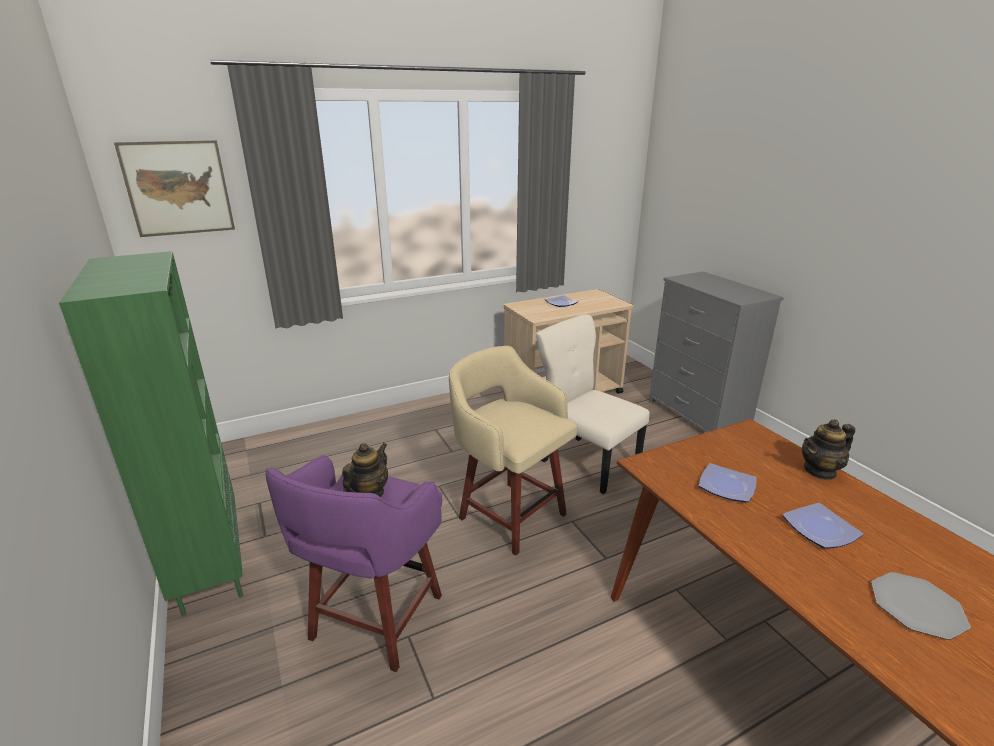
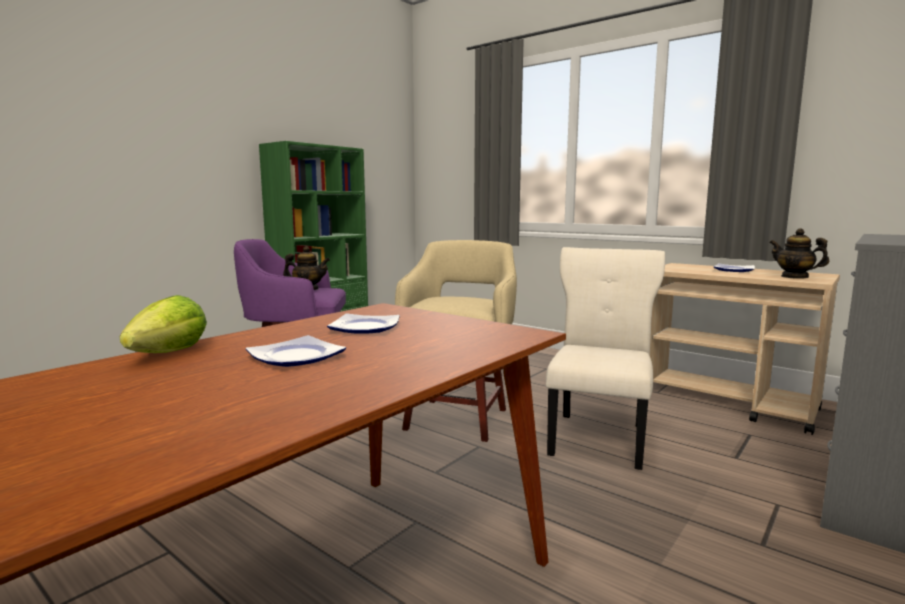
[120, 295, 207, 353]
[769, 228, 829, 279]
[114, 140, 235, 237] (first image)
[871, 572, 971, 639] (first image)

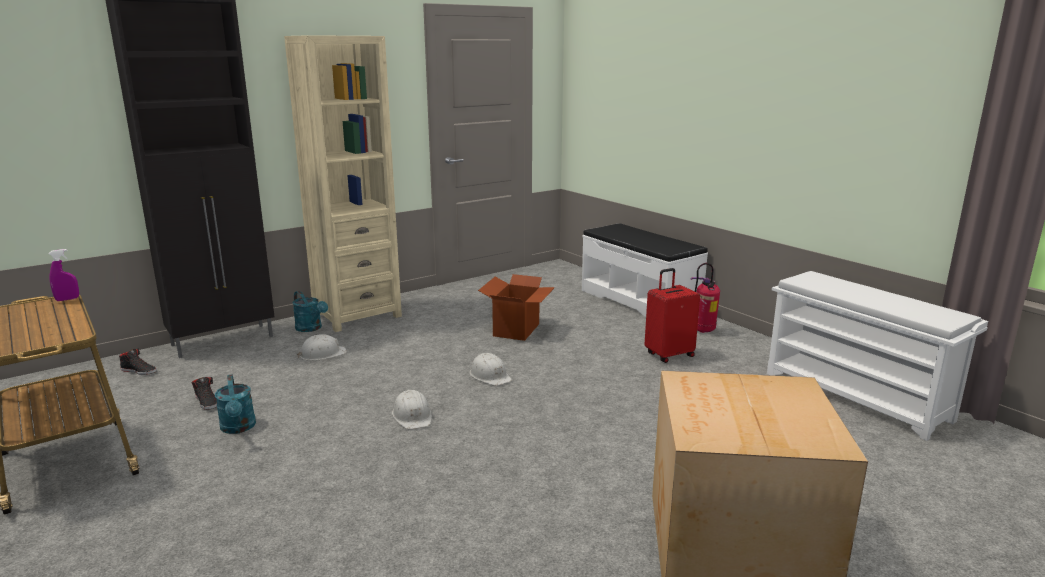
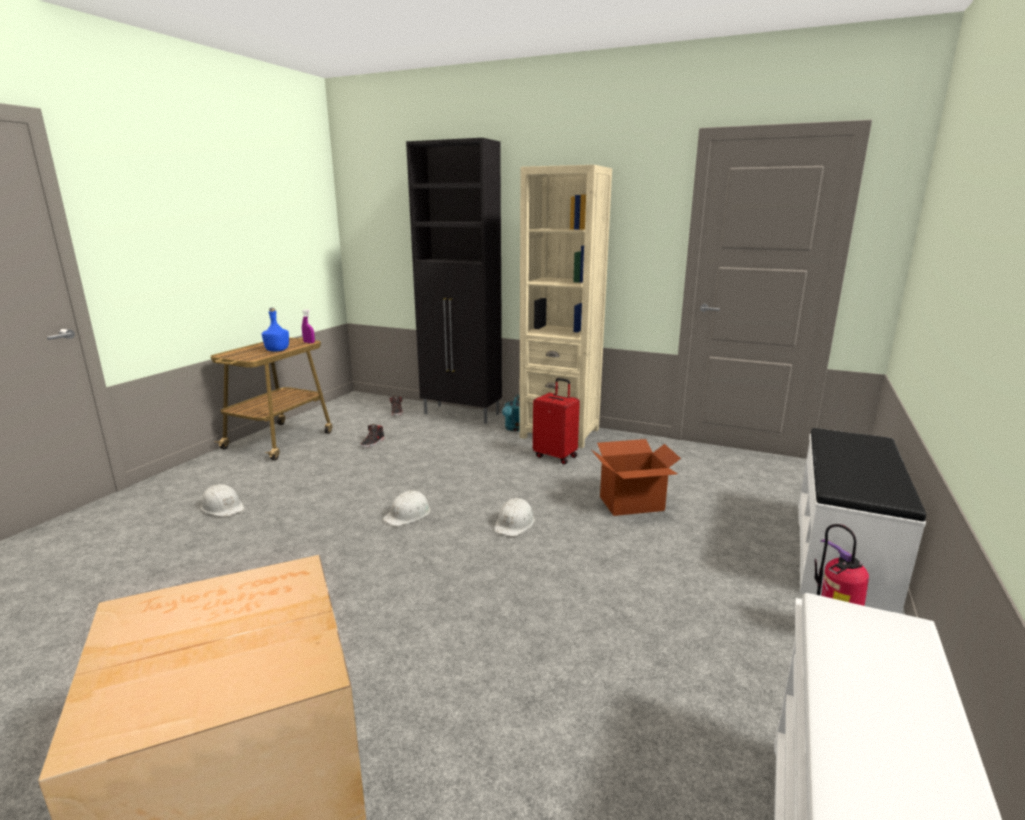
[200, 484, 245, 517]
[262, 308, 289, 351]
[533, 378, 580, 464]
[215, 374, 256, 434] (first image)

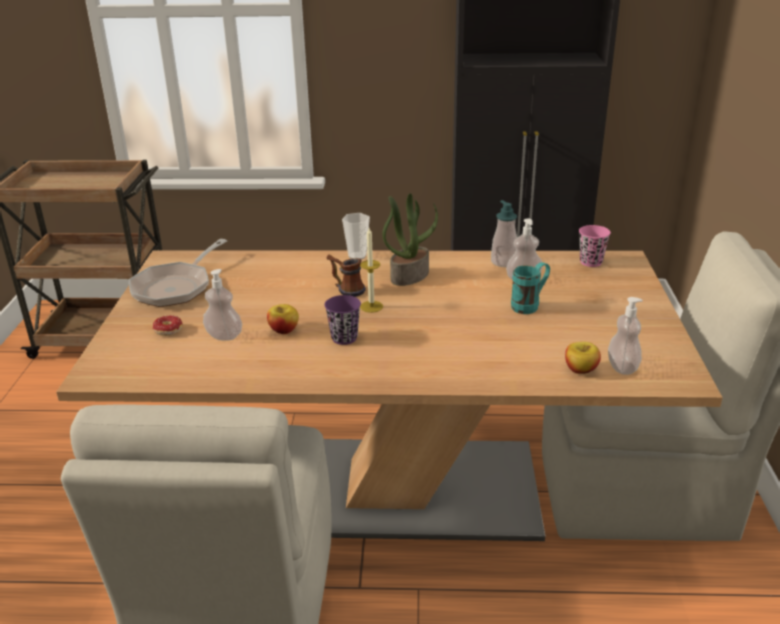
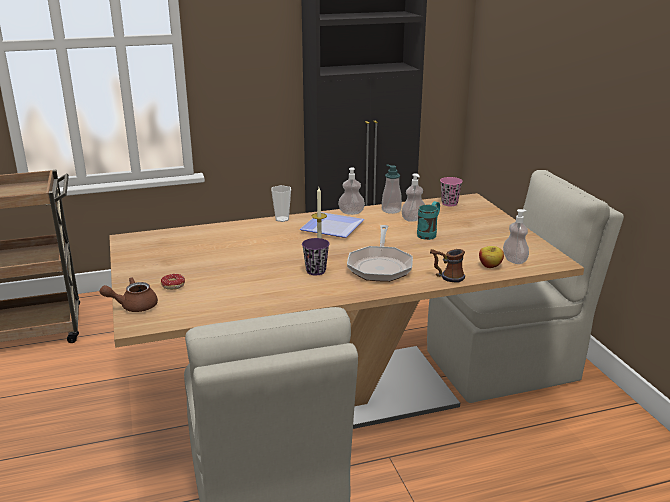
[100, 277, 158, 312]
[300, 212, 364, 238]
[338, 167, 365, 215]
[347, 225, 413, 282]
[430, 249, 465, 283]
[267, 304, 299, 334] (first image)

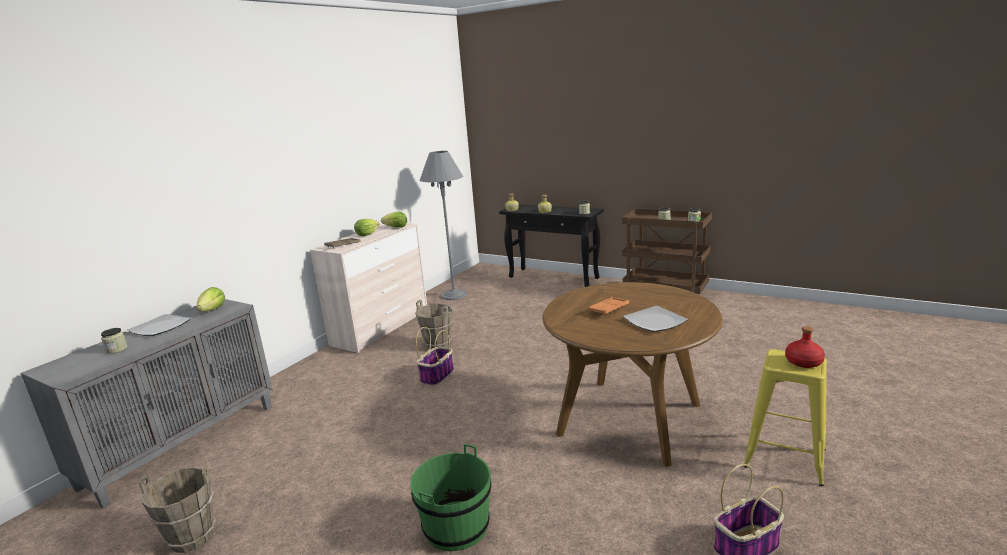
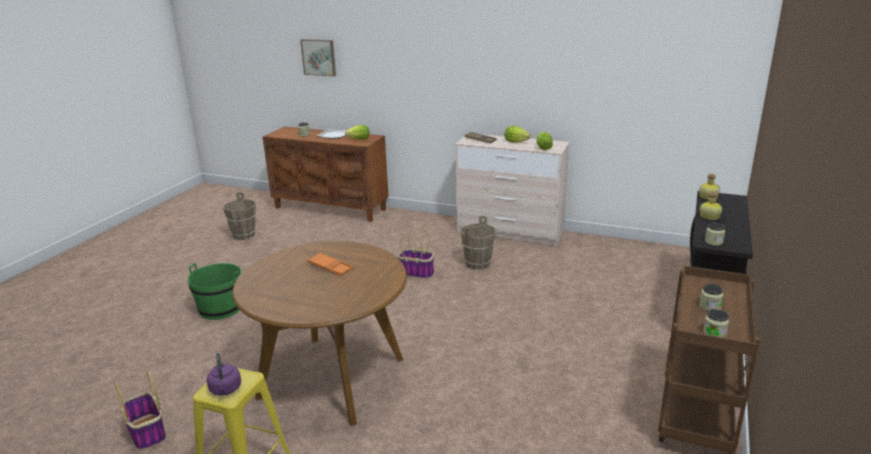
[206, 353, 241, 396]
[263, 127, 388, 222]
[300, 39, 336, 76]
[420, 151, 467, 300] (first image)
[623, 306, 688, 332] (first image)

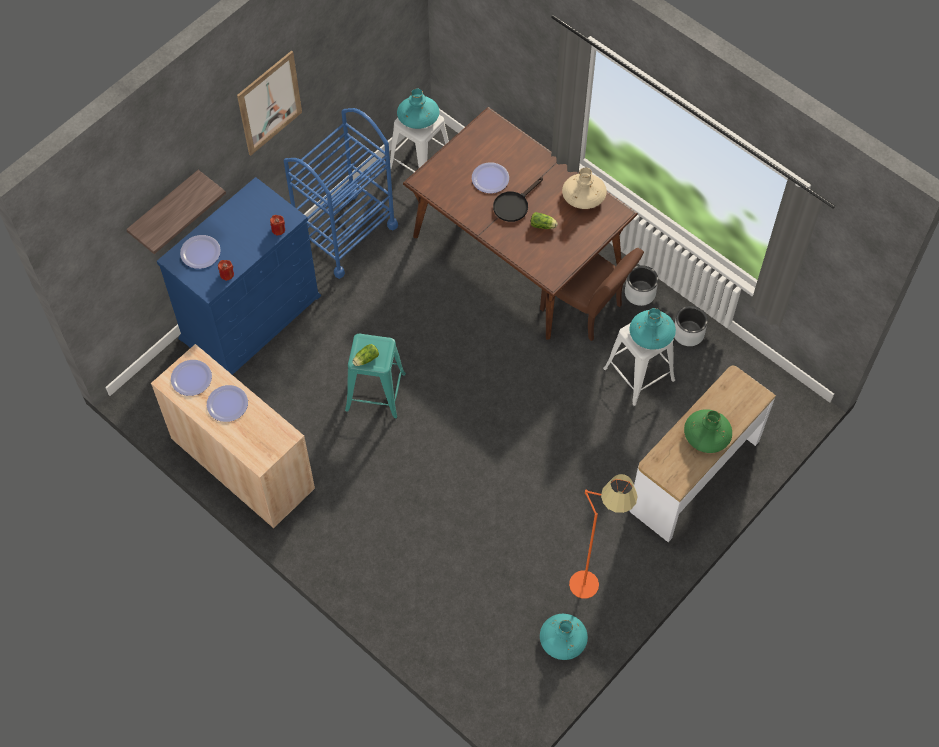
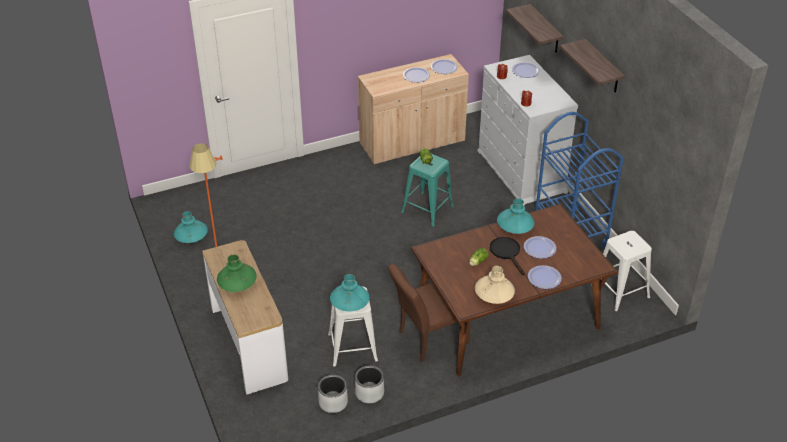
[318, 375, 348, 413]
[477, 55, 578, 206]
[497, 198, 534, 234]
[528, 265, 562, 289]
[560, 39, 625, 93]

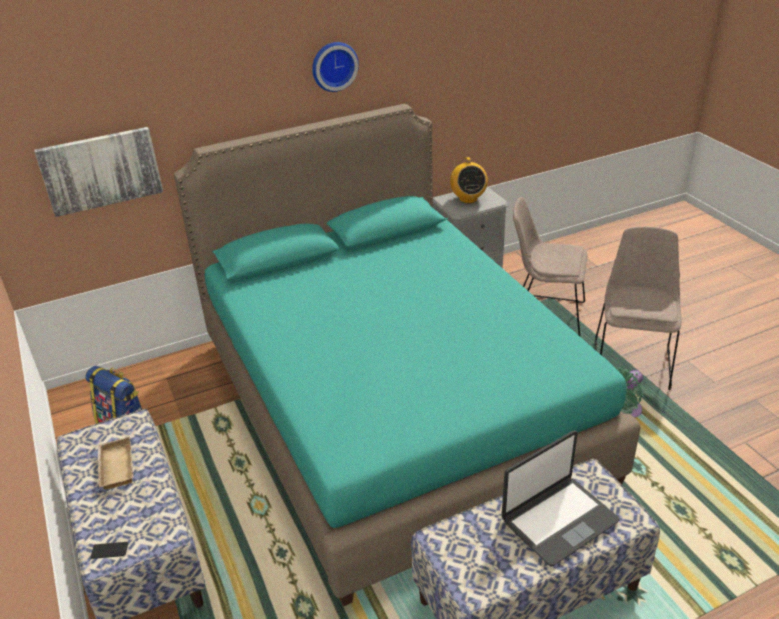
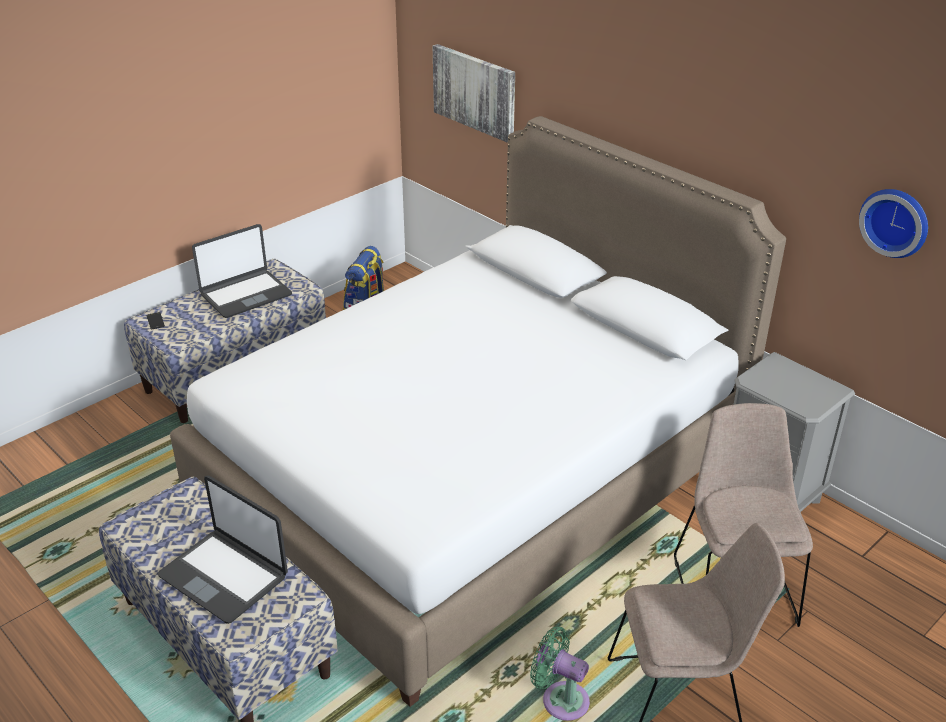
[170, 116, 786, 707]
[192, 224, 292, 318]
[859, 189, 928, 258]
[450, 157, 488, 203] (first image)

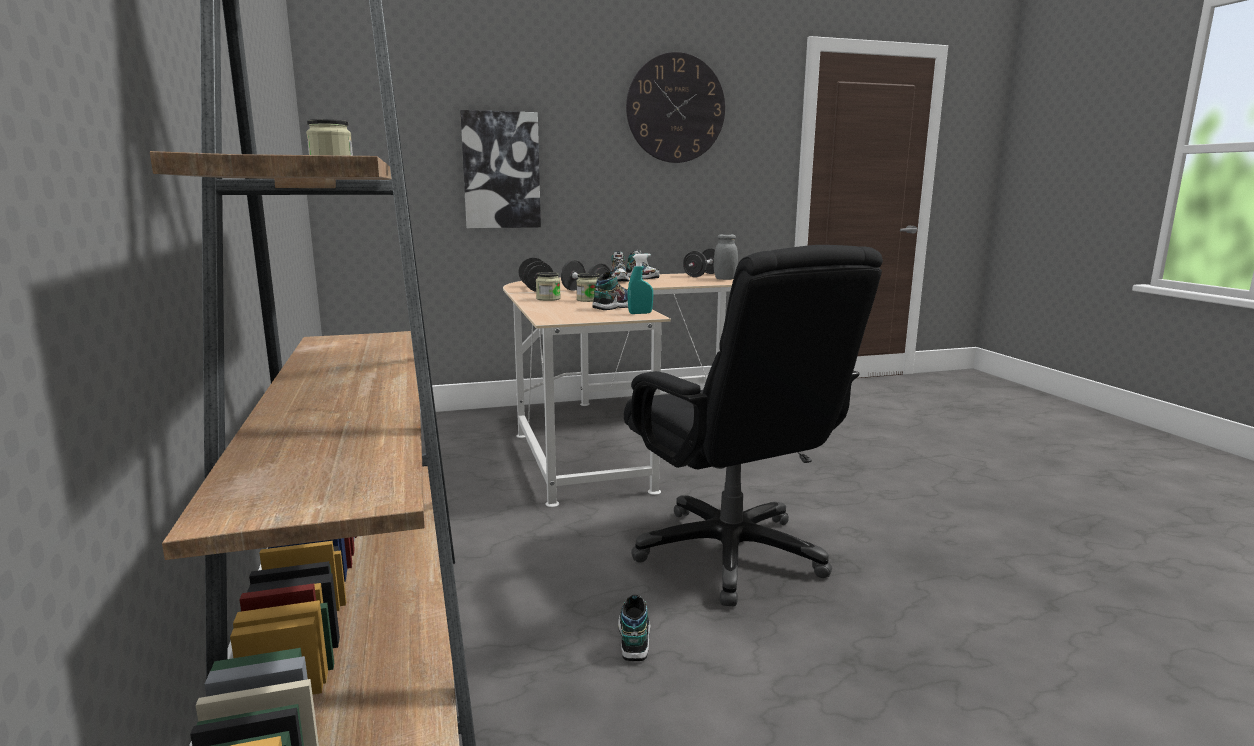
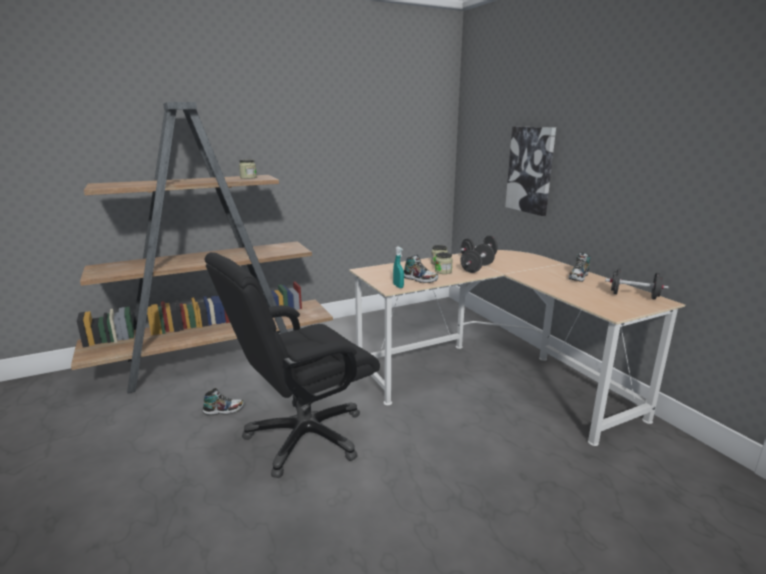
[611, 251, 629, 281] (first image)
[626, 52, 725, 163] (first image)
[714, 234, 738, 280] (first image)

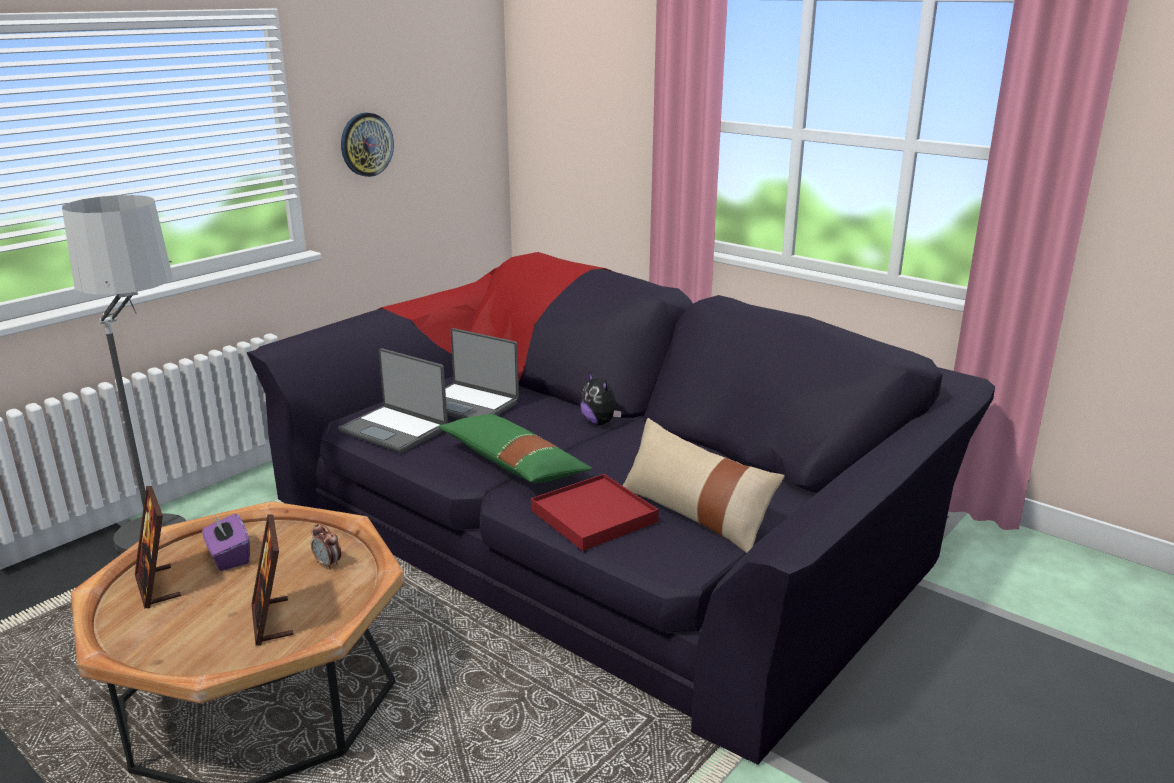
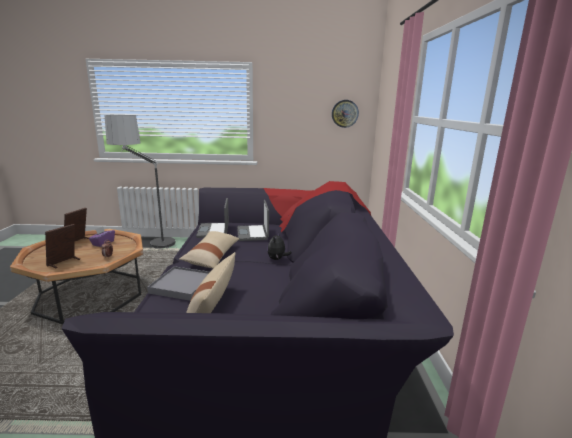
[147, 266, 210, 301]
[179, 231, 240, 268]
[332, 100, 359, 128]

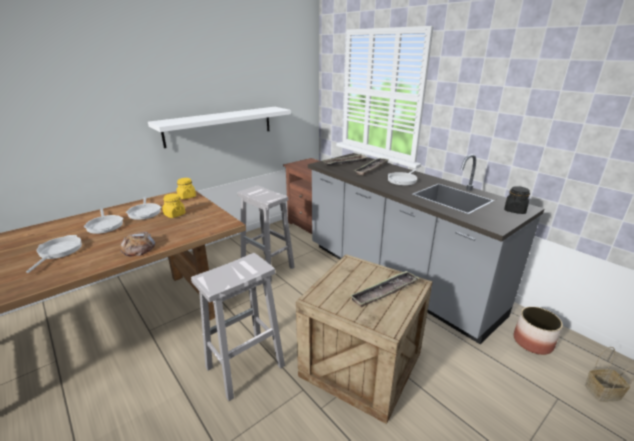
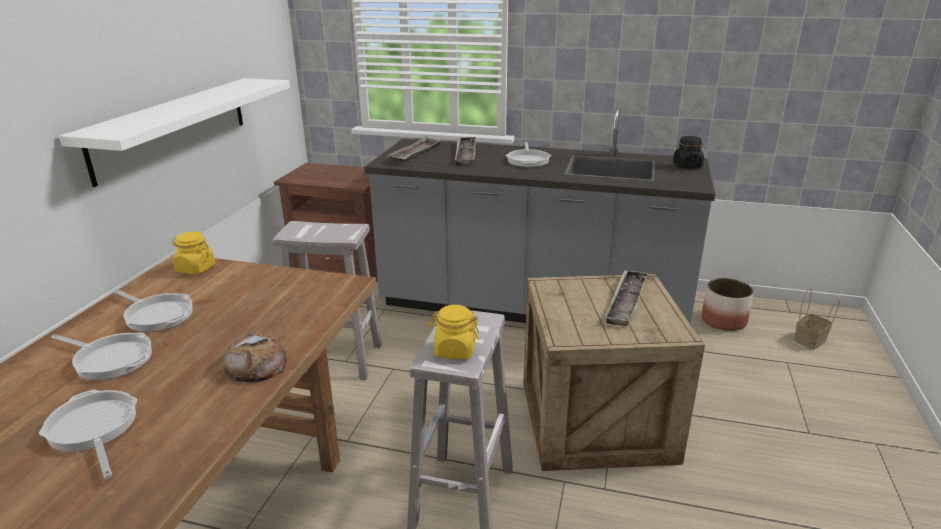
[429, 305, 480, 359]

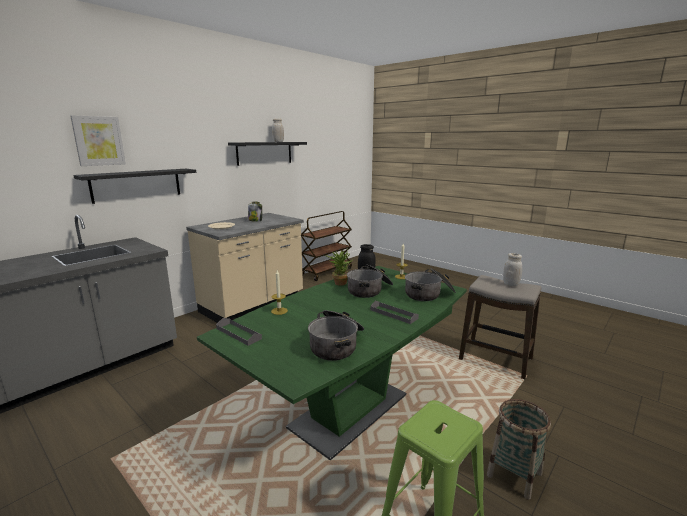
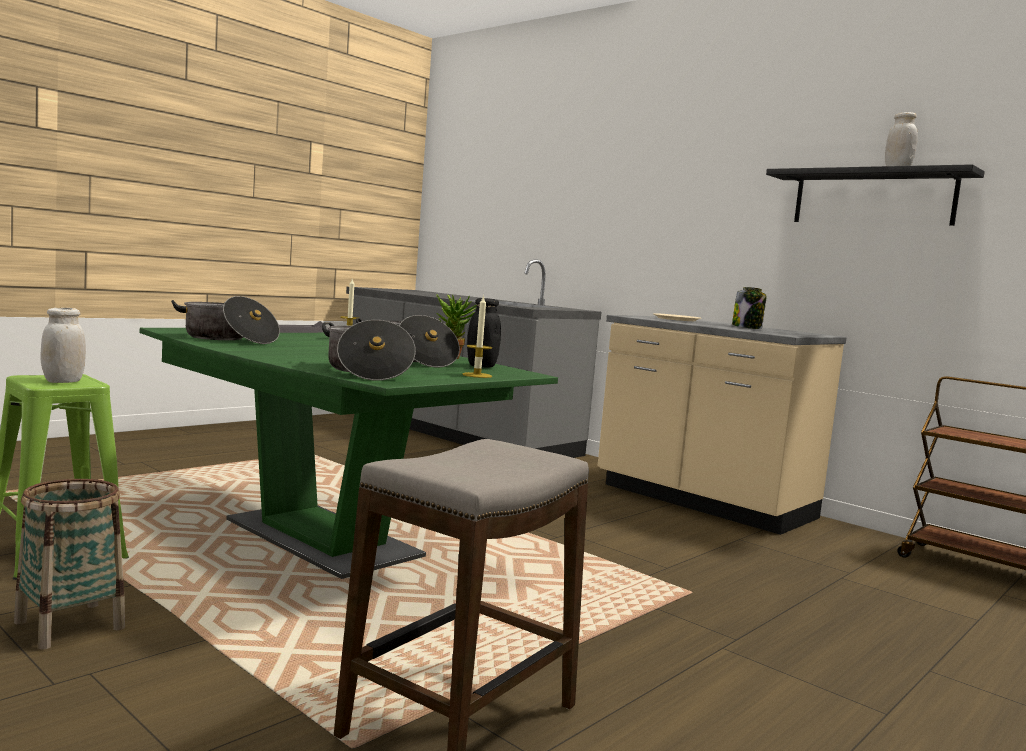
[41, 308, 86, 383]
[70, 115, 126, 166] (first image)
[73, 169, 196, 204] (first image)
[371, 301, 419, 324] (first image)

